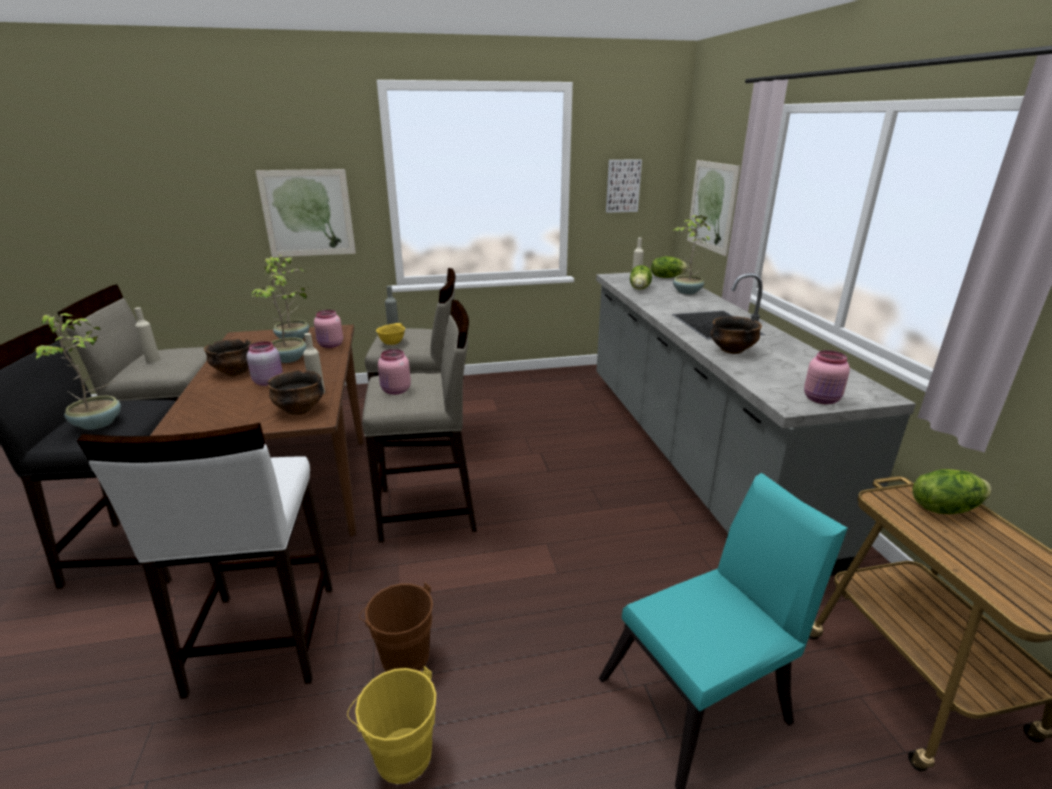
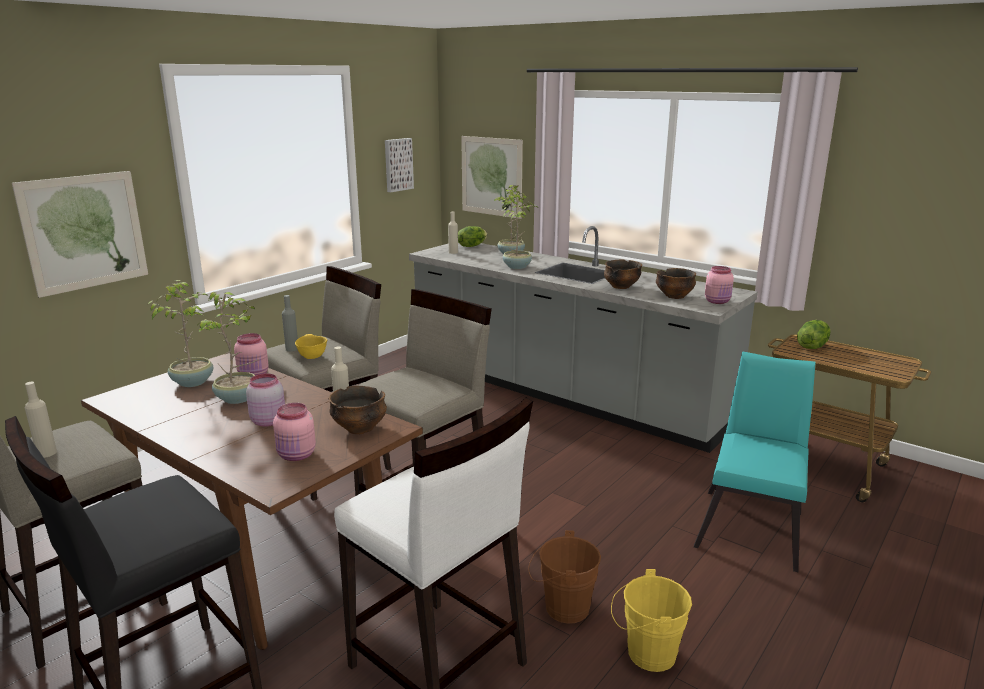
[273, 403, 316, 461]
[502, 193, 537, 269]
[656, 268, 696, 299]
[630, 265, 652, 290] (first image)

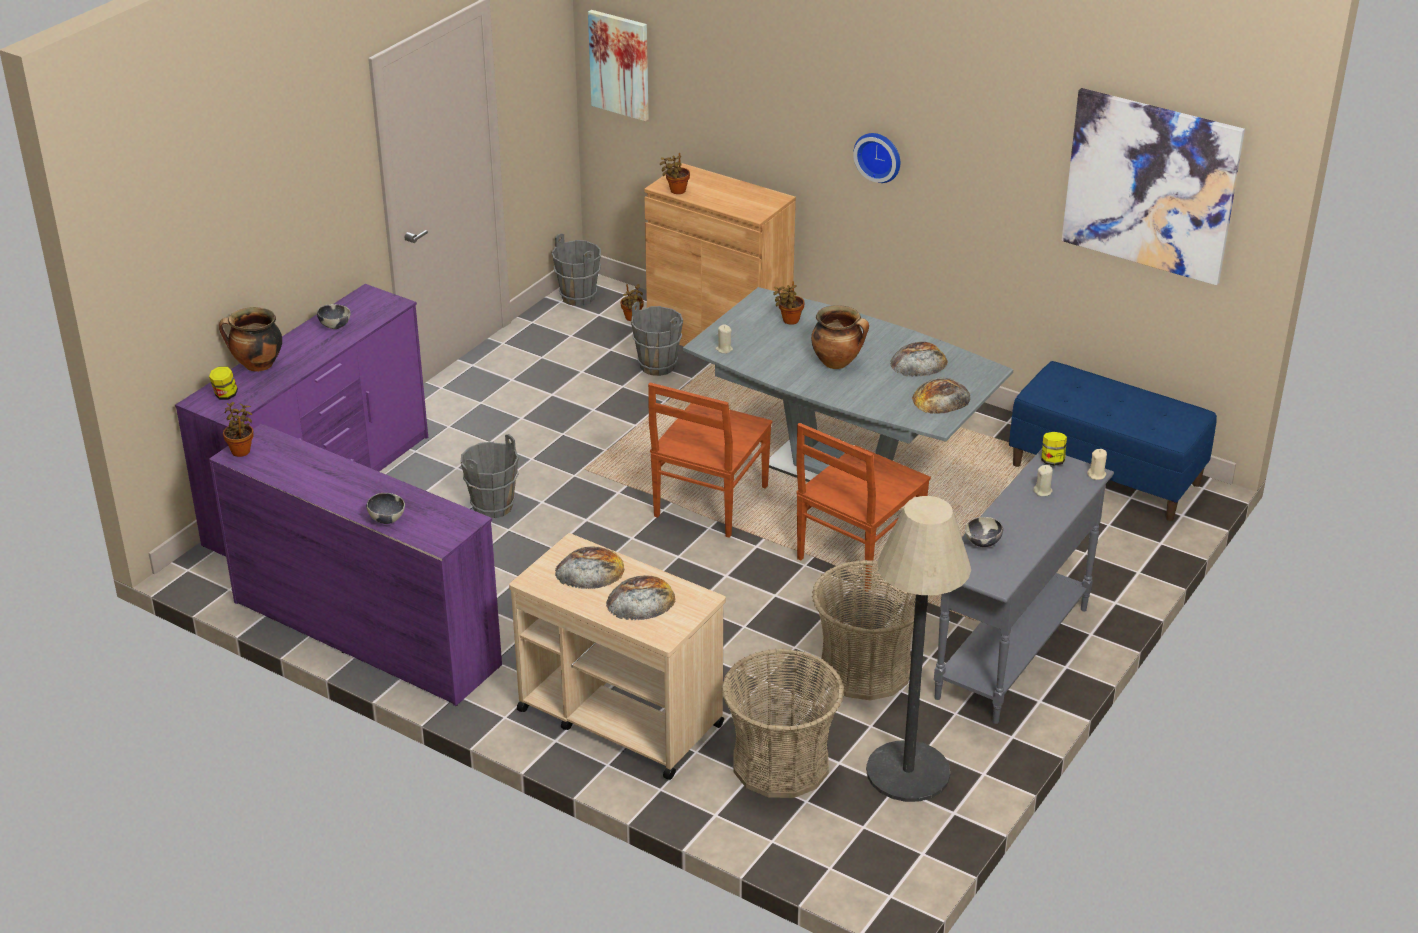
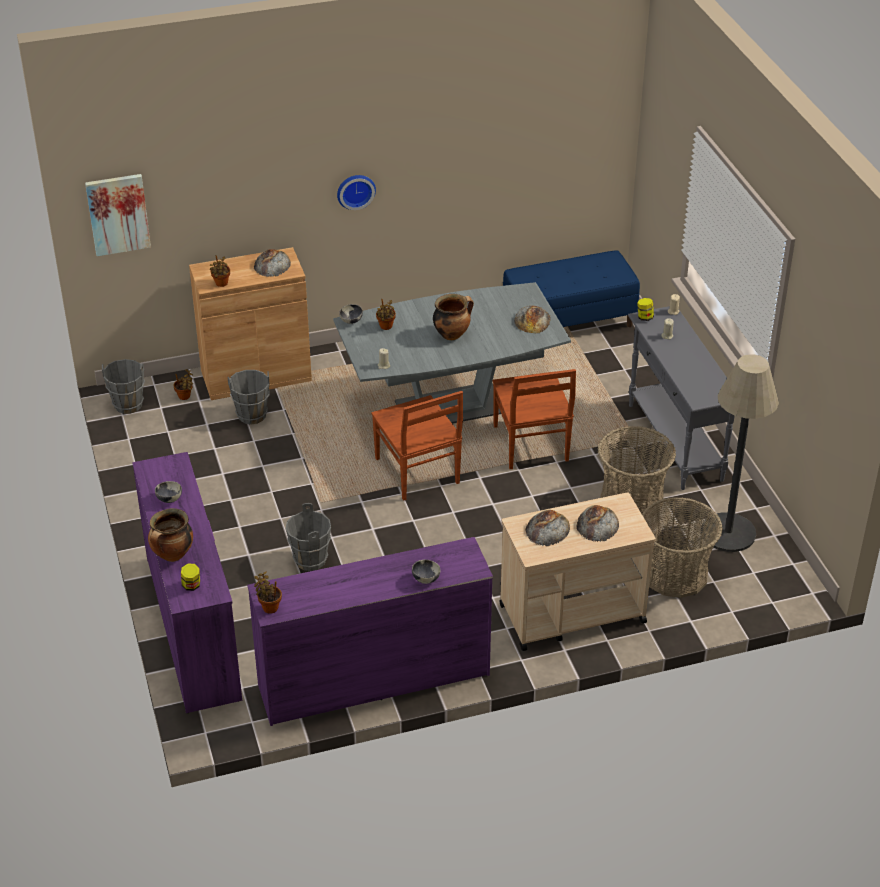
[254, 249, 291, 277]
[339, 304, 363, 324]
[1061, 88, 1245, 285] (first image)

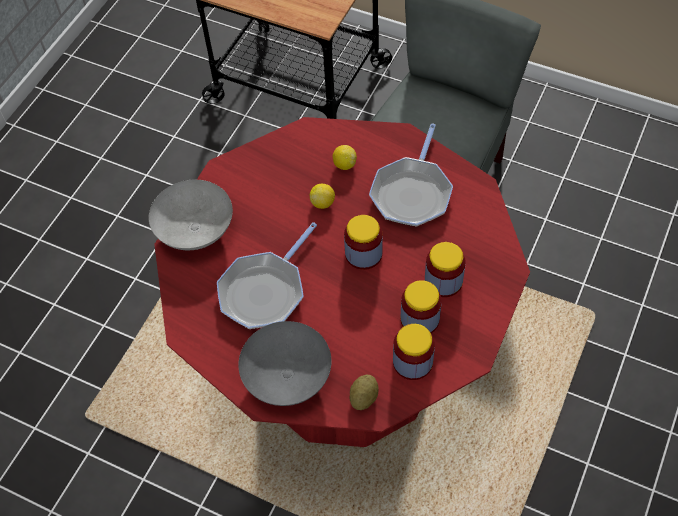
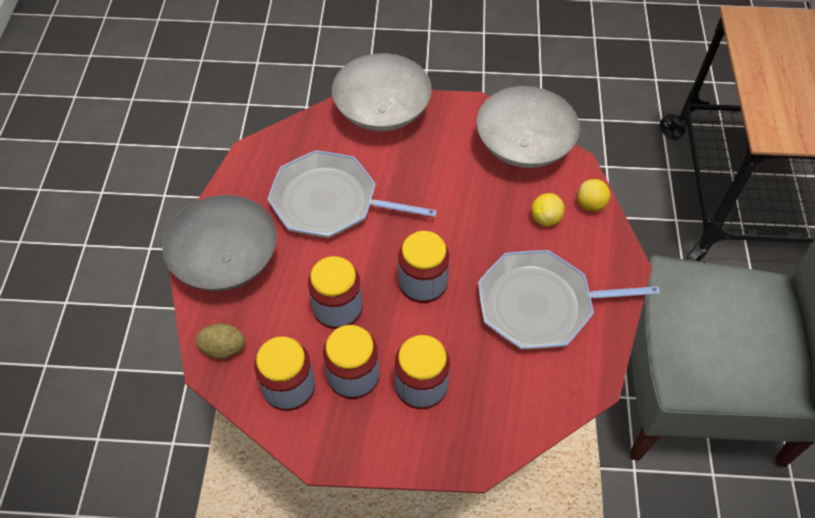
[308, 256, 362, 329]
[477, 86, 580, 168]
[578, 179, 611, 211]

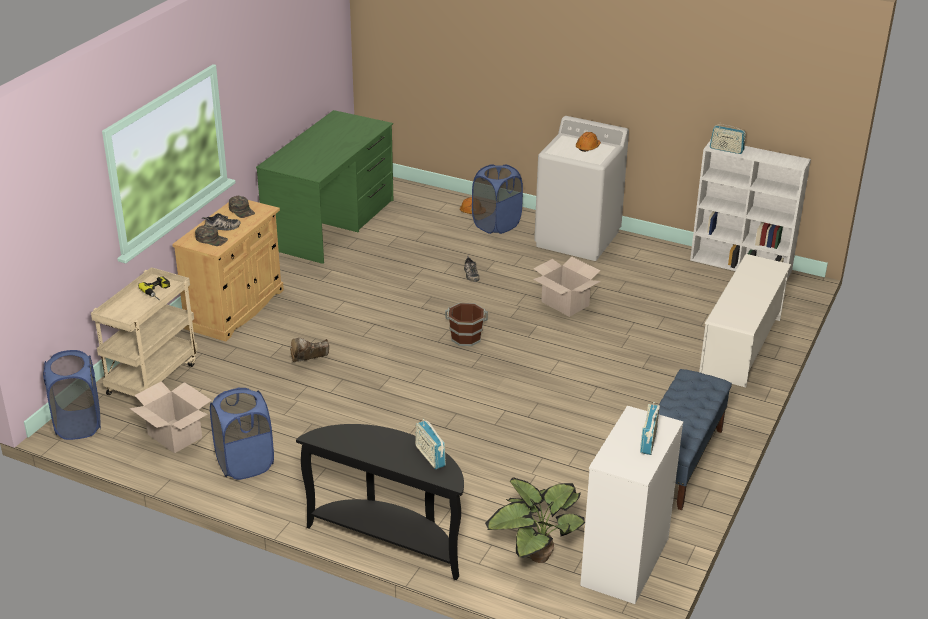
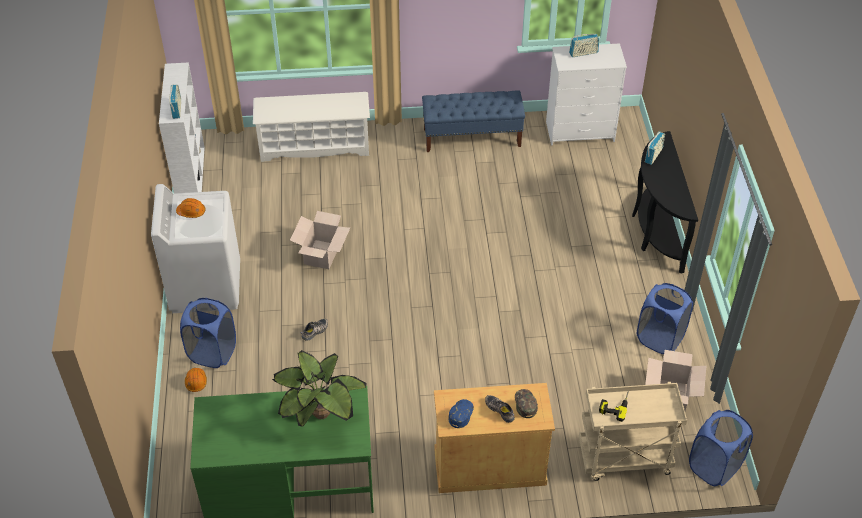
[272, 350, 367, 427]
[448, 399, 474, 428]
[291, 338, 329, 362] (first image)
[445, 303, 488, 346] (first image)

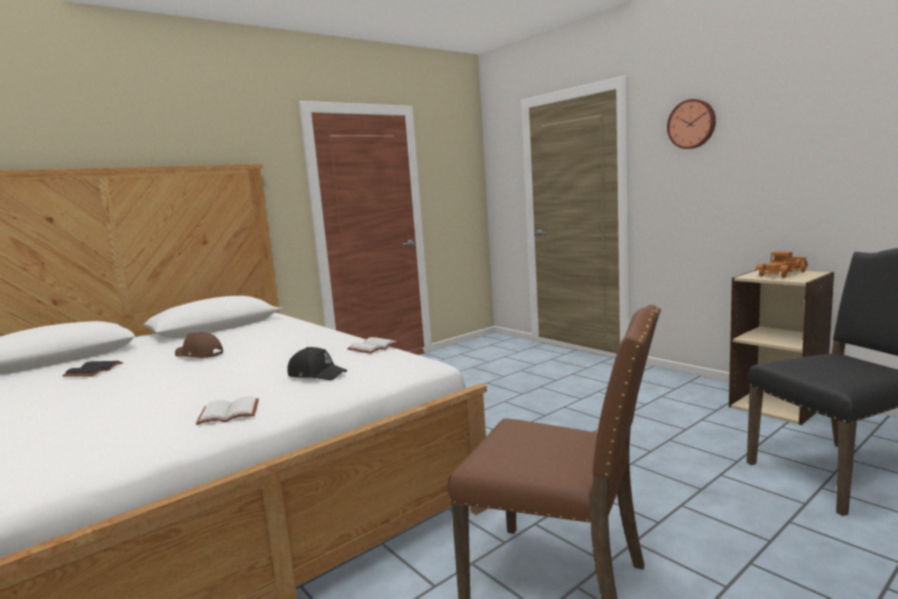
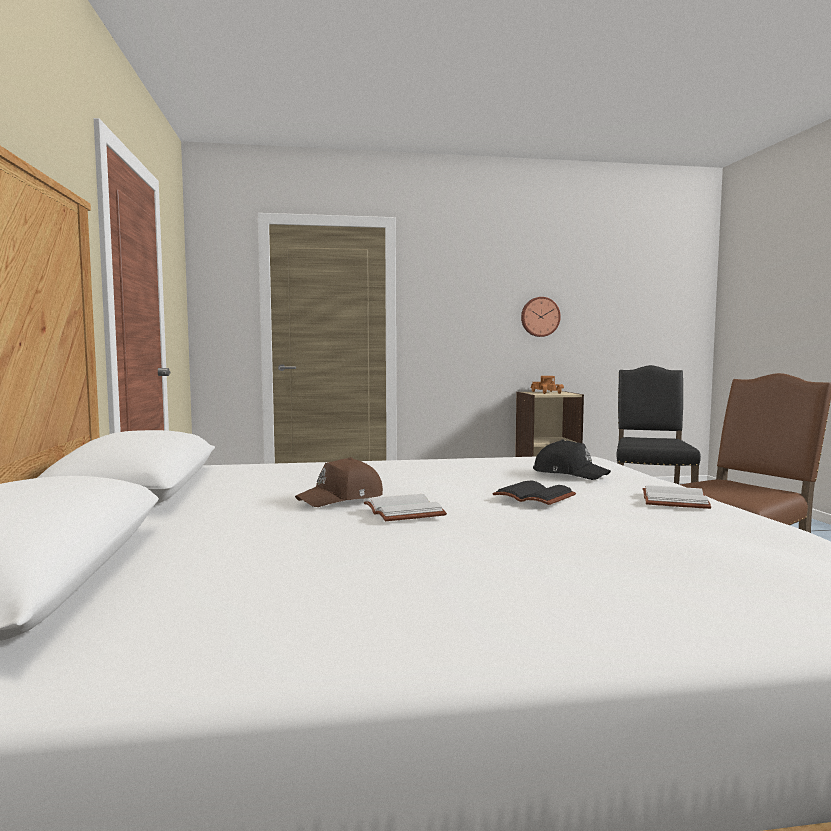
[364, 494, 447, 521]
[492, 481, 576, 505]
[521, 297, 561, 337]
[533, 439, 611, 480]

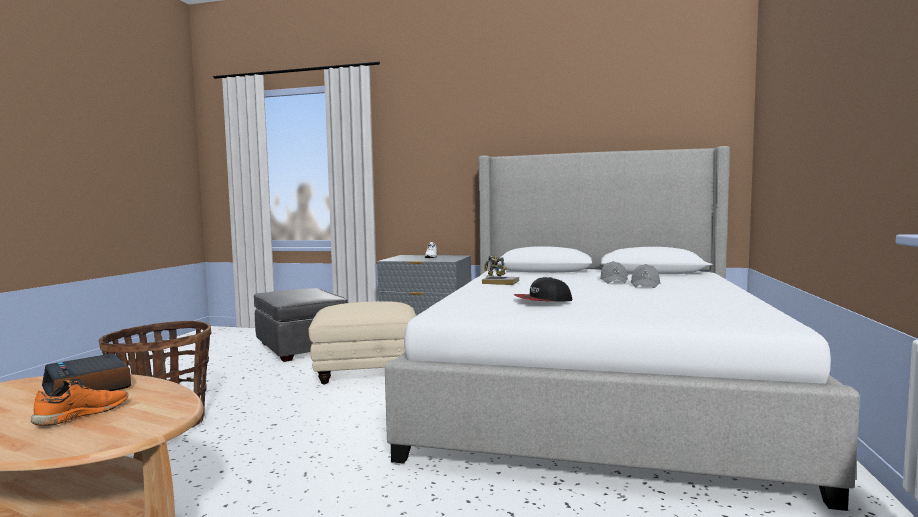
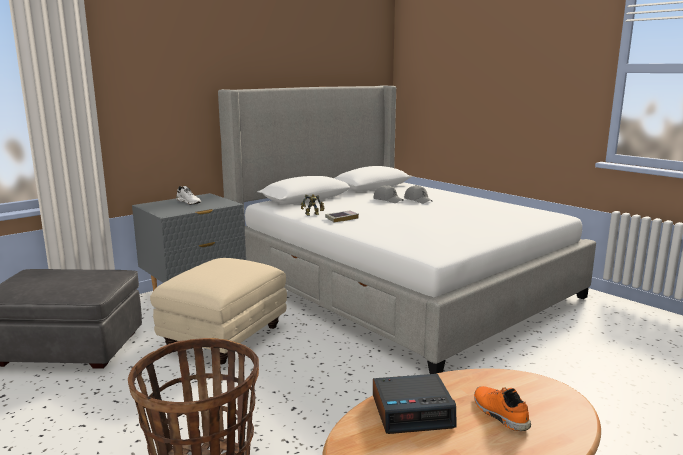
[513, 277, 572, 301] (first image)

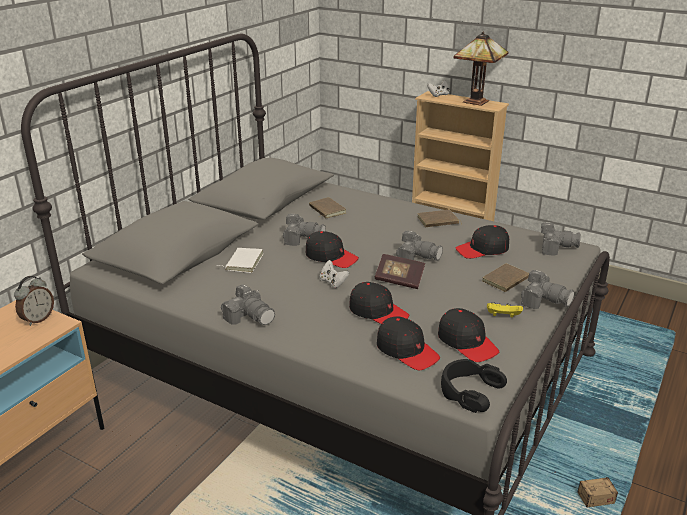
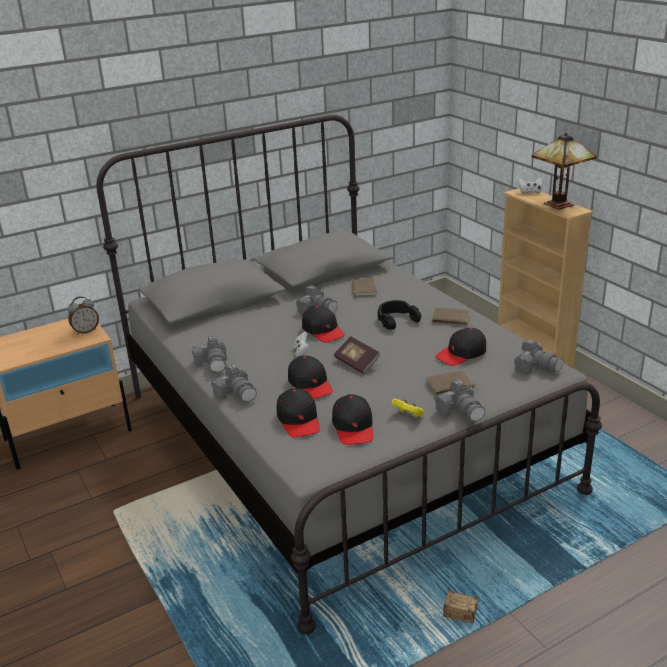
[211, 364, 257, 402]
[378, 300, 421, 330]
[436, 328, 486, 366]
[217, 248, 263, 273] (first image)

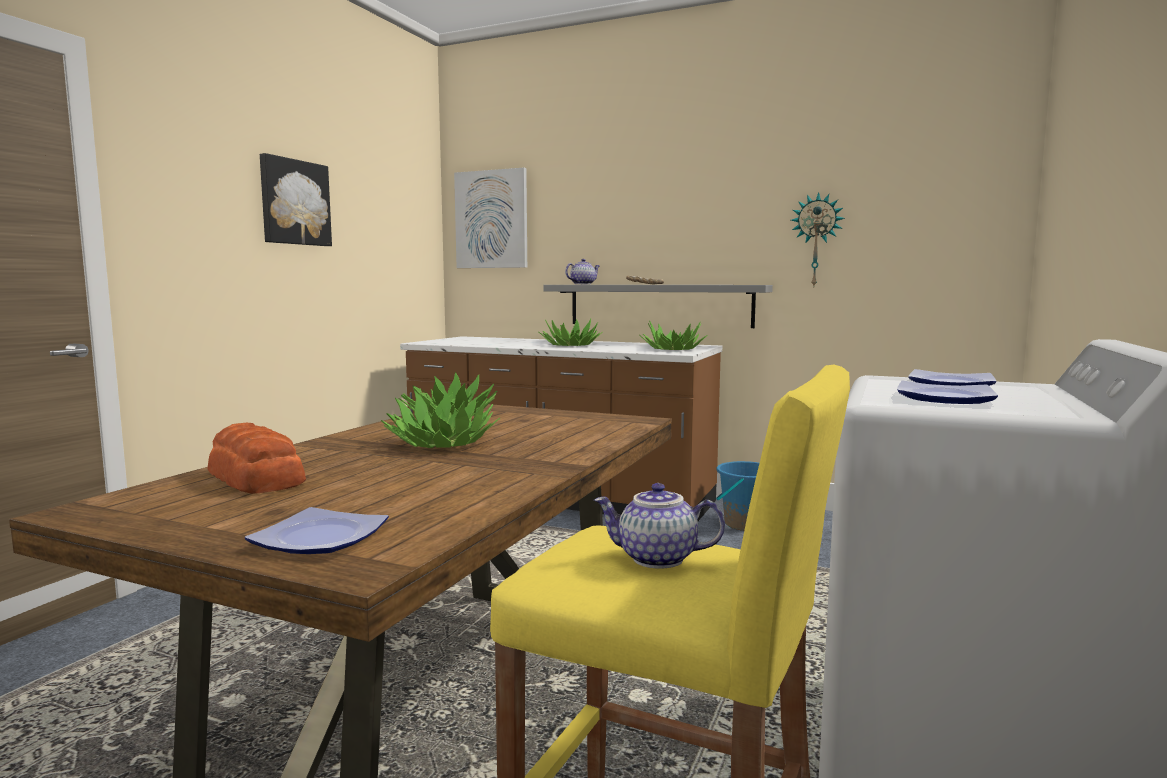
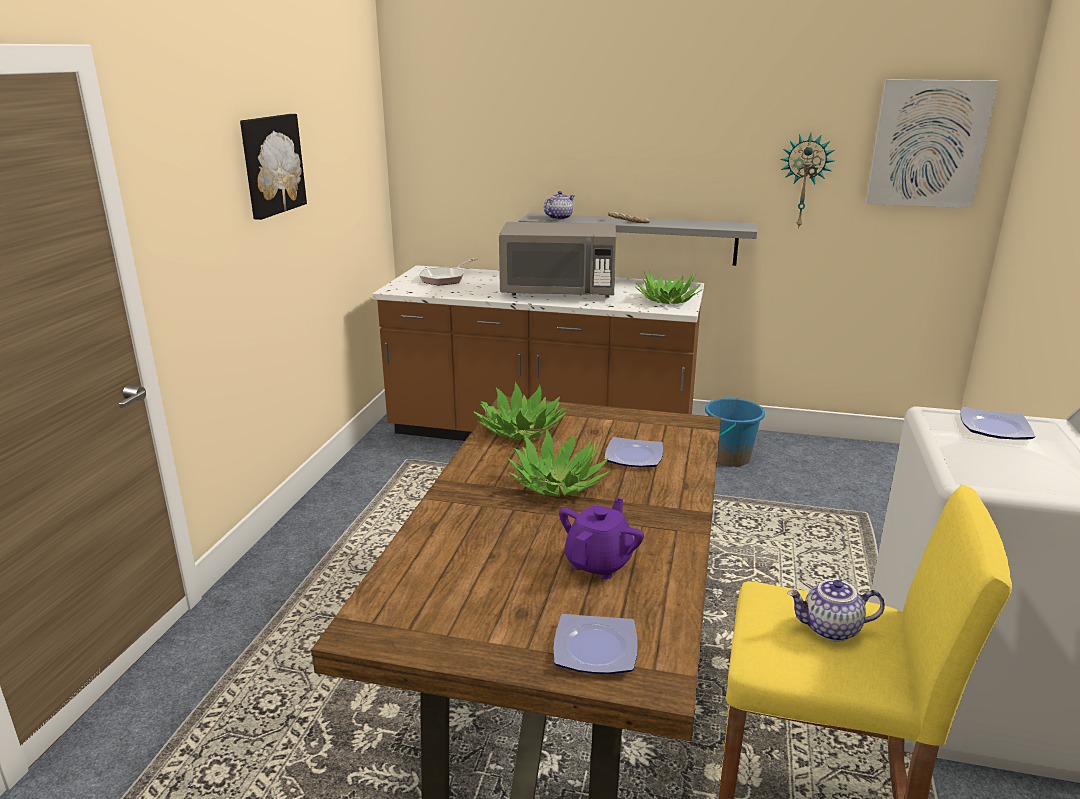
[419, 258, 477, 285]
[499, 222, 616, 298]
[559, 498, 644, 579]
[605, 437, 663, 467]
[866, 79, 998, 208]
[207, 423, 306, 494] (first image)

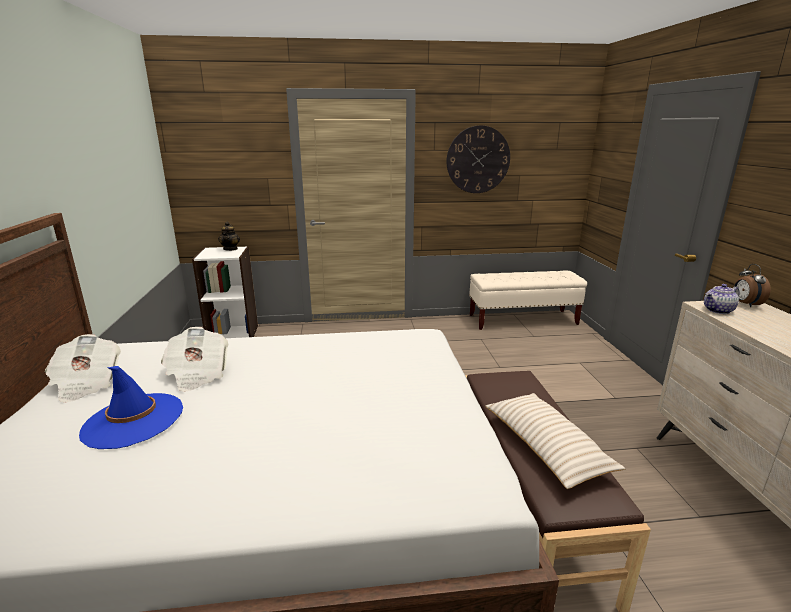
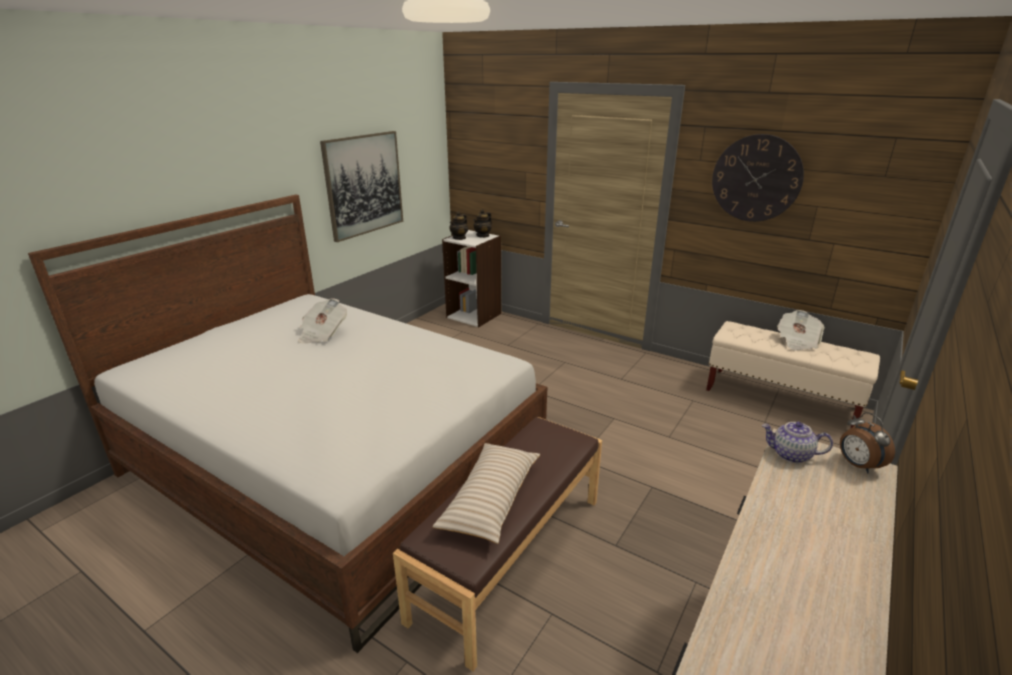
[320, 131, 403, 242]
[450, 211, 468, 240]
[777, 310, 825, 350]
[840, 412, 895, 473]
[79, 366, 183, 449] (first image)

